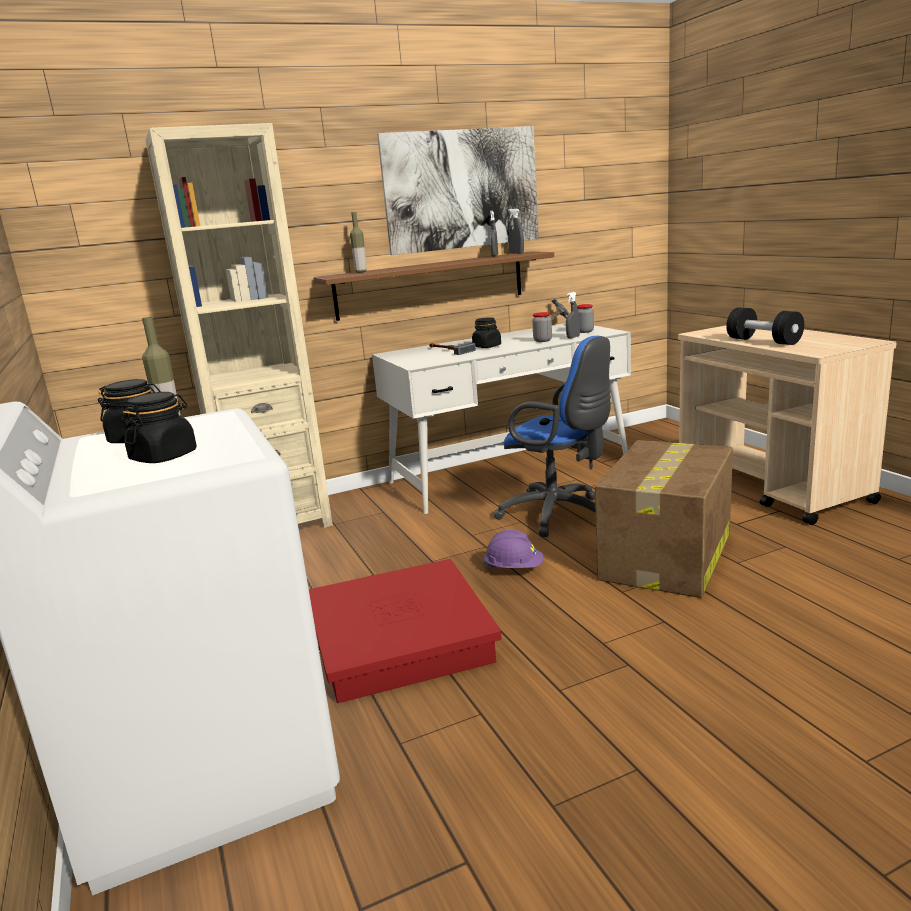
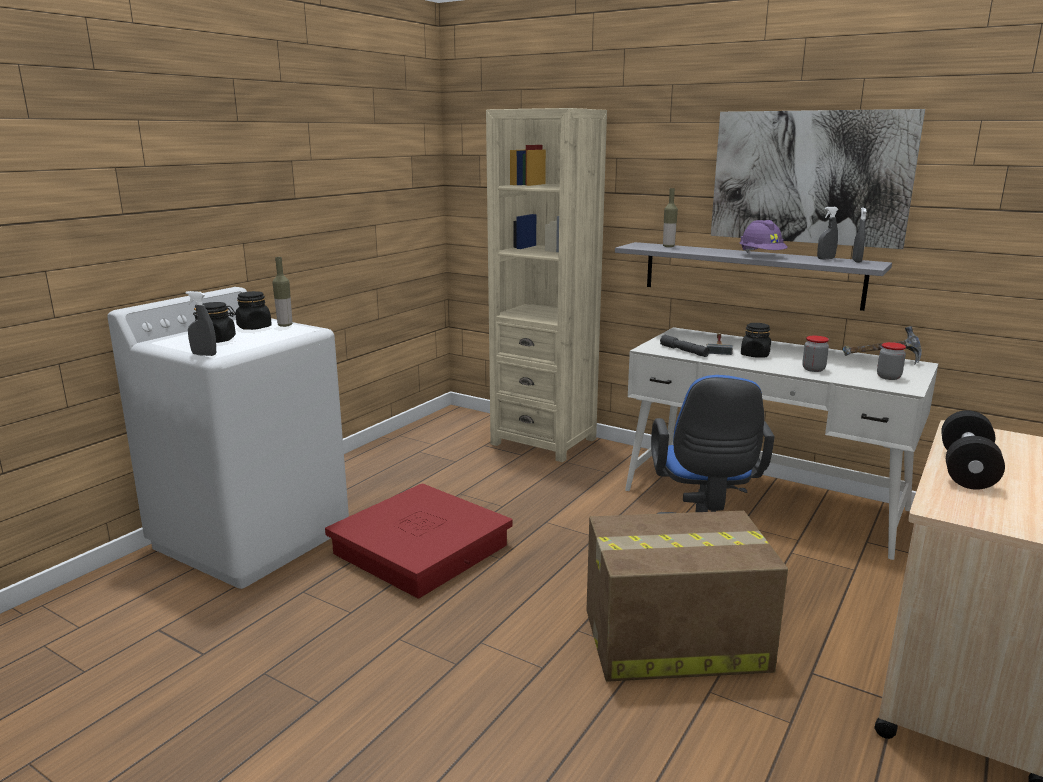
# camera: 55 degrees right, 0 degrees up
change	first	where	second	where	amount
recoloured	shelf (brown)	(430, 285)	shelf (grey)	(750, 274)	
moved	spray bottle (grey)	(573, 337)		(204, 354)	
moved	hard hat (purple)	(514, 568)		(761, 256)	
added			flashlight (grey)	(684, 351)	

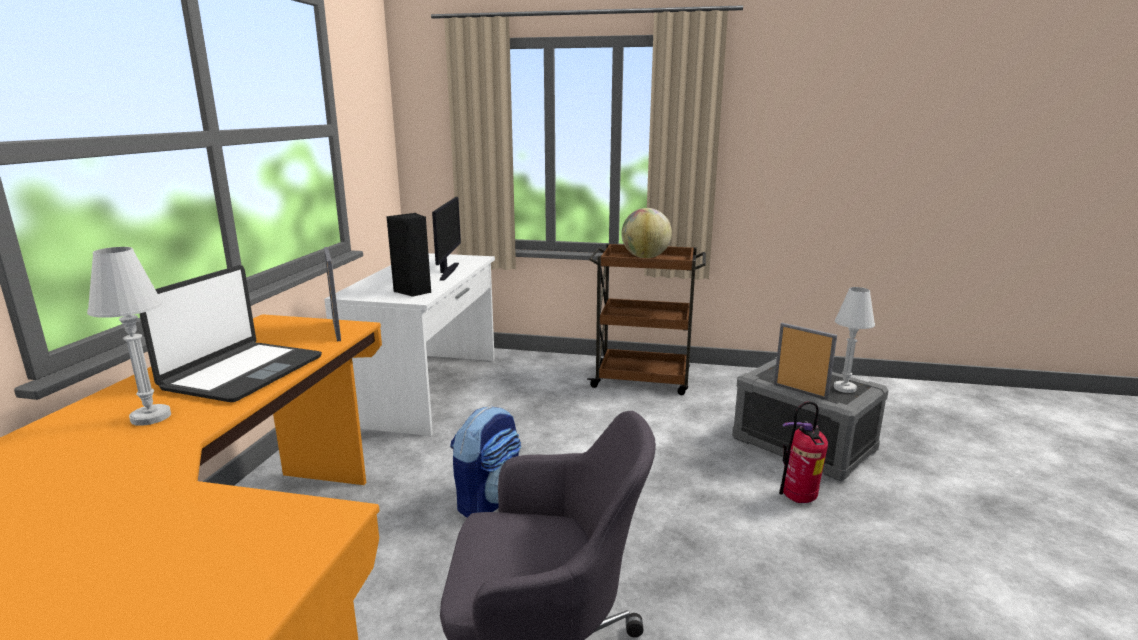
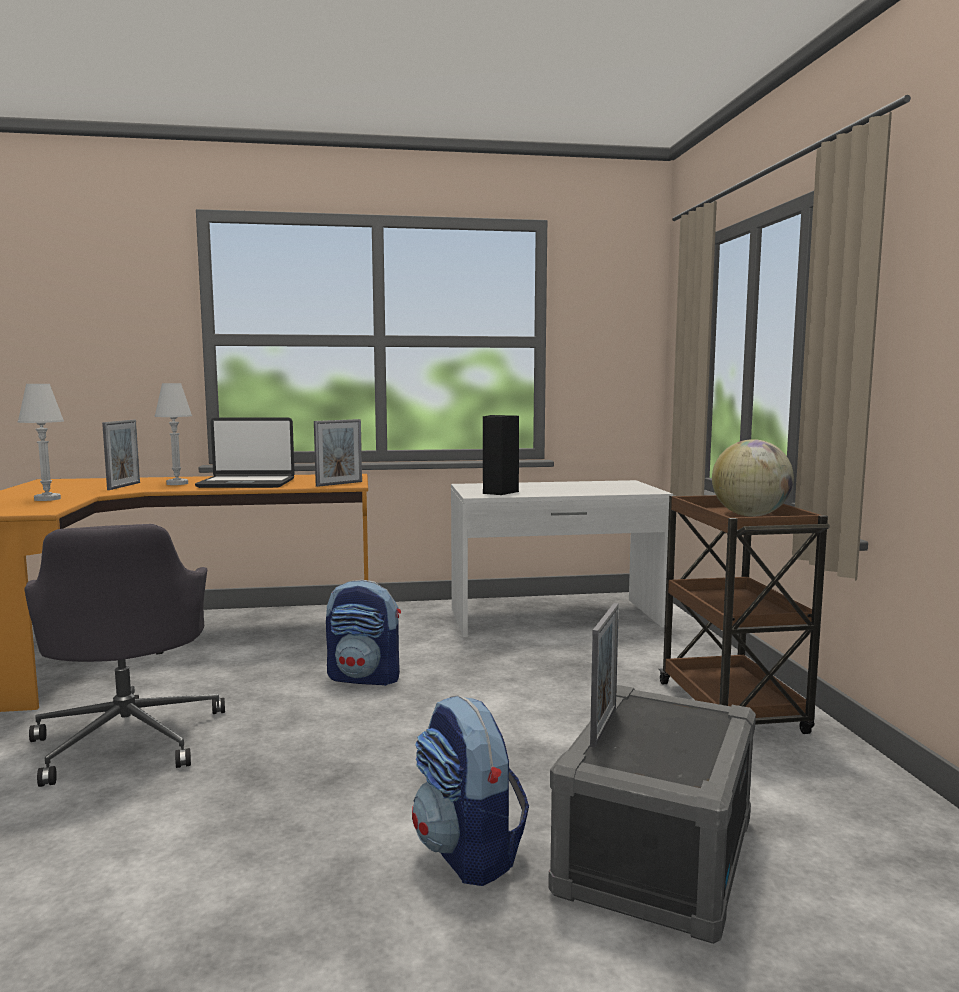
# camera: 70 degrees right, 10 degrees down
change	first	where	second	where	amount
removed	monitor	(447, 271)			
moved	table lamp (white)	(844, 388)		(47, 499)	
replaced	fire extinguisher	(798, 499)	backpack	(468, 853)	
added			picture frame	(124, 486)	

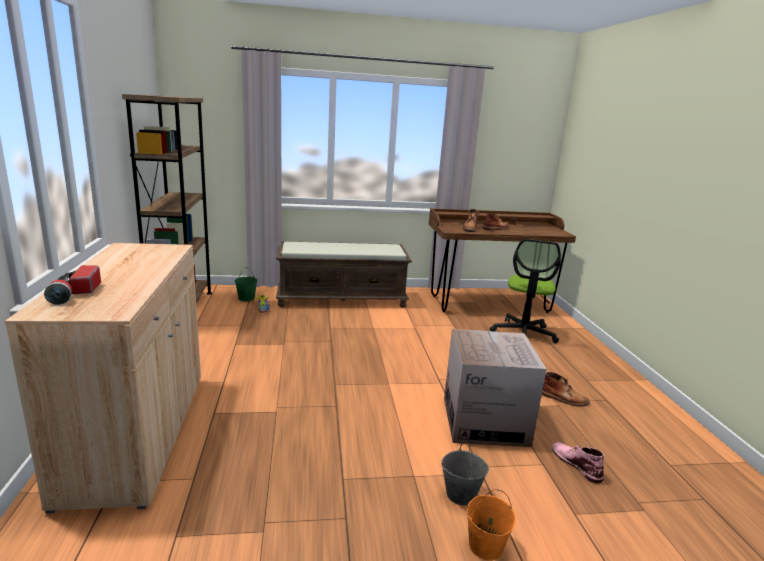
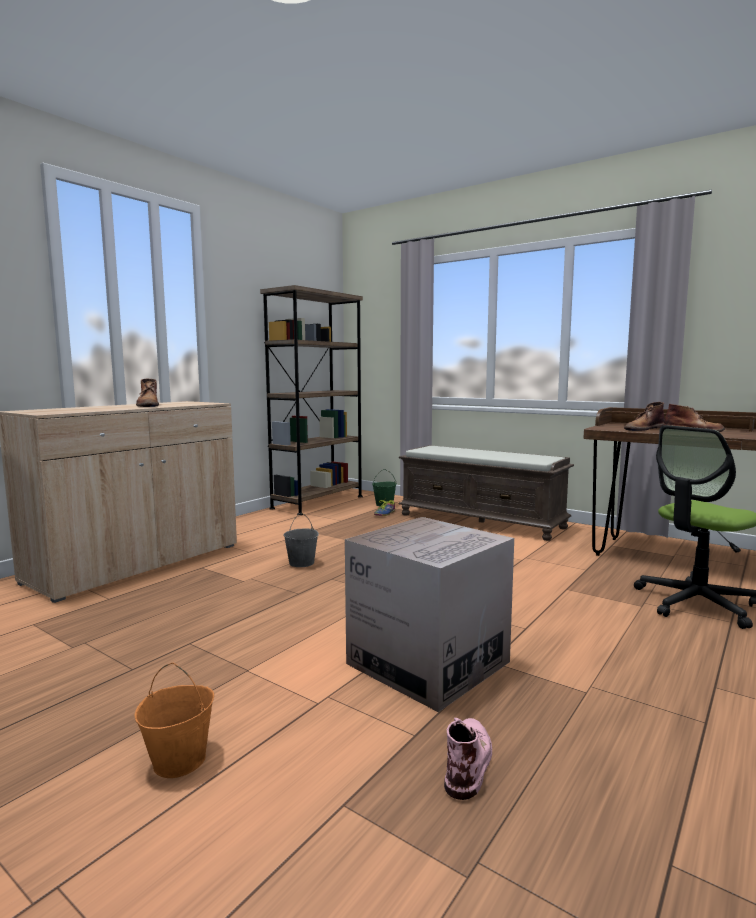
# camera: 45 degrees right, 10 degrees down
change	first	where	second	where	amount
removed	flashlight	(74, 293)			
moved	boot (brown)	(563, 398)		(148, 405)	
moved	bucket (grey)	(460, 494)		(301, 563)	

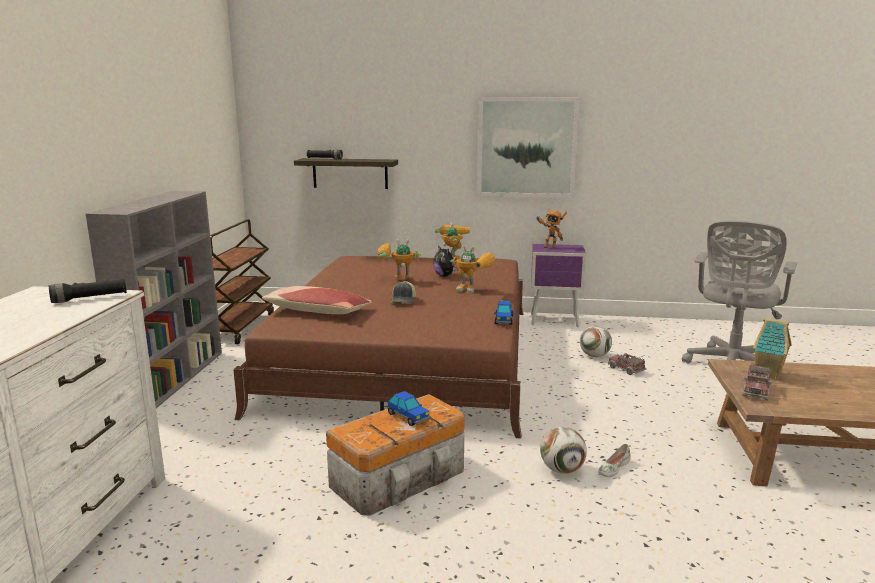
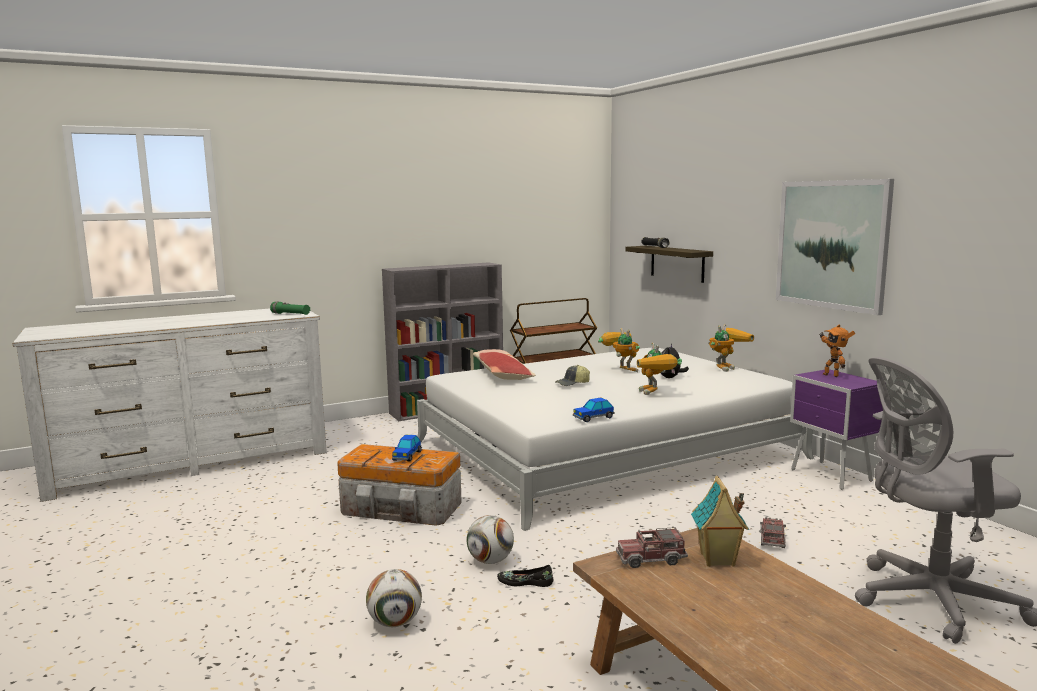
# camera: 55 degrees right, 5 degrees down
change	first	where	second	where	amount
recoloured	bed (brown)	(407, 356)	bed (white)	(605, 449)	
recoloured	flashlight (black)	(90, 298)	flashlight (green)	(290, 314)	
moved	football	(594, 355)		(395, 622)	
recoloured	shoe (white)	(613, 468)	shoe (black)	(525, 582)	

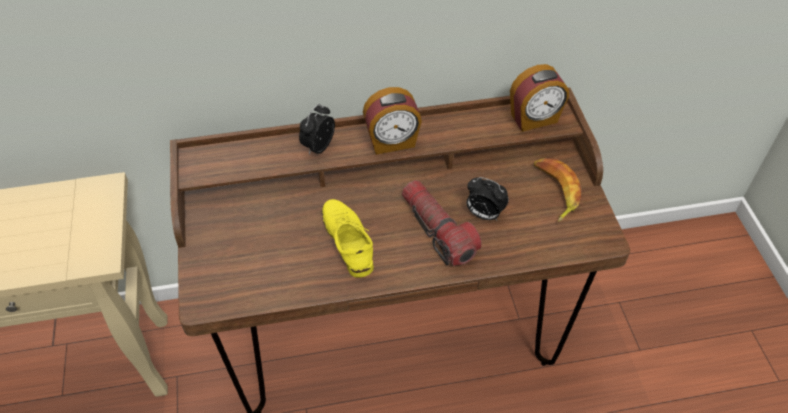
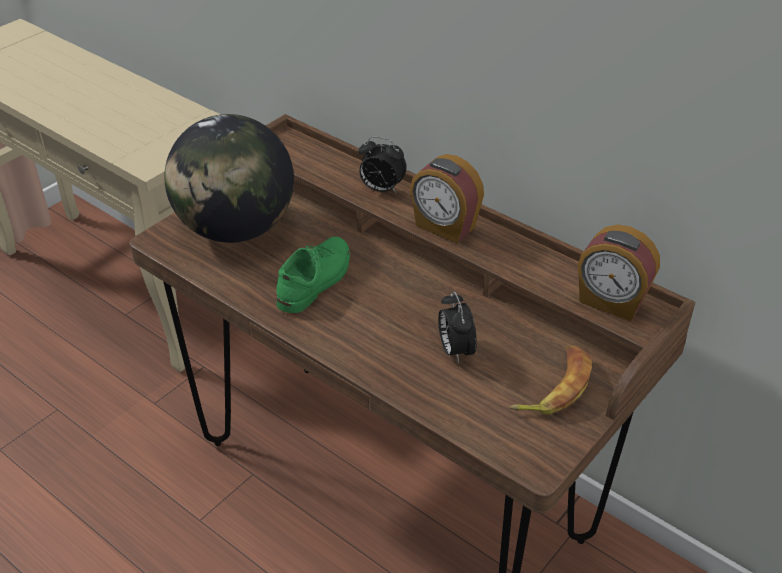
# camera: 50 degrees right, 10 degrees down
change	first	where	second	where	amount
turned	alarm clock	(318, 146)		(381, 189)	150 degrees counterclockwise
removed	flashlight	(437, 230)			
recoloured	shoe (yellow)	(348, 240)	shoe (green)	(315, 280)	
added			globe	(236, 229)	

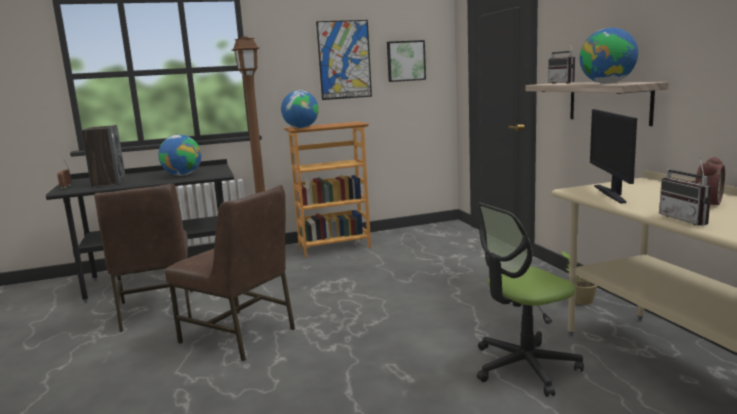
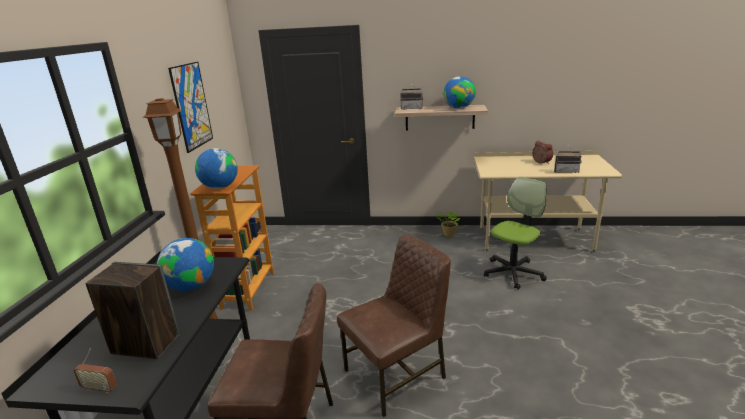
# camera: 65 degrees left, 10 degrees up
change	first	where	second	where	amount
removed	picture	(405, 61)			
removed	monitor	(611, 194)			
turned	office chair	(524, 367)		(513, 273)	135 degrees counterclockwise

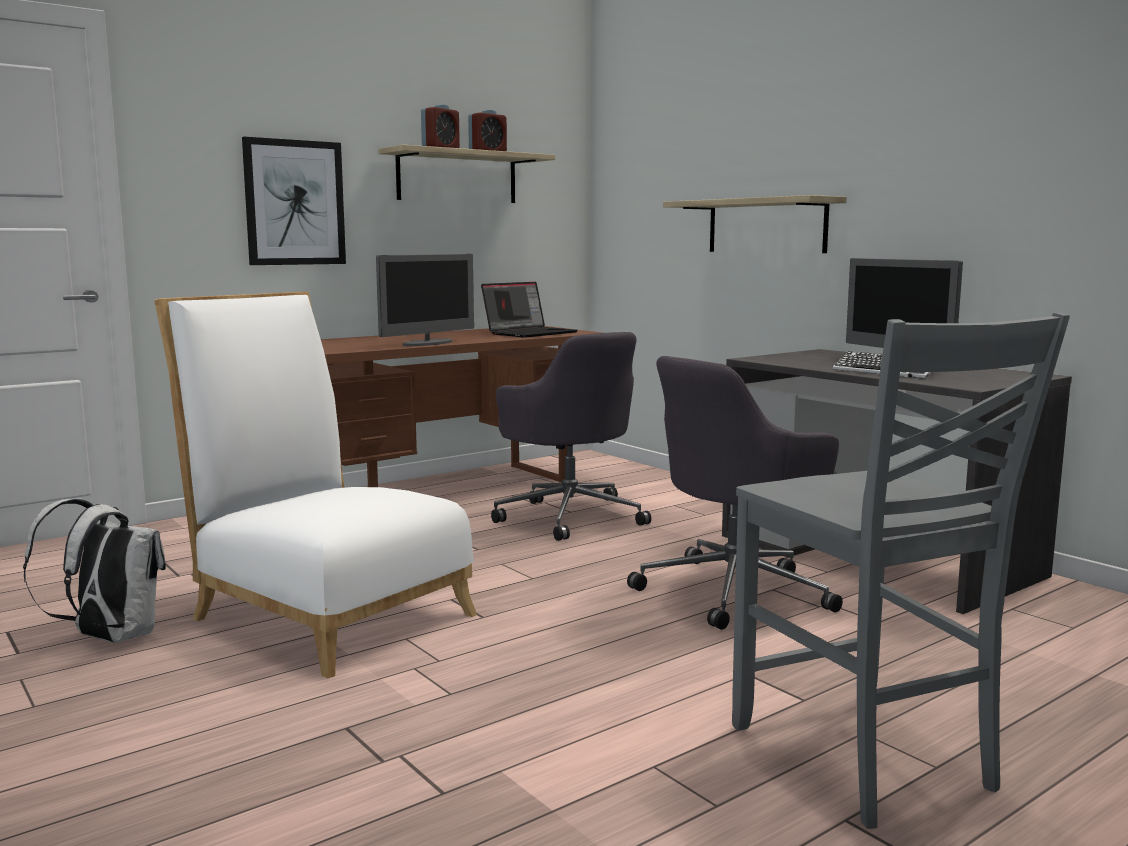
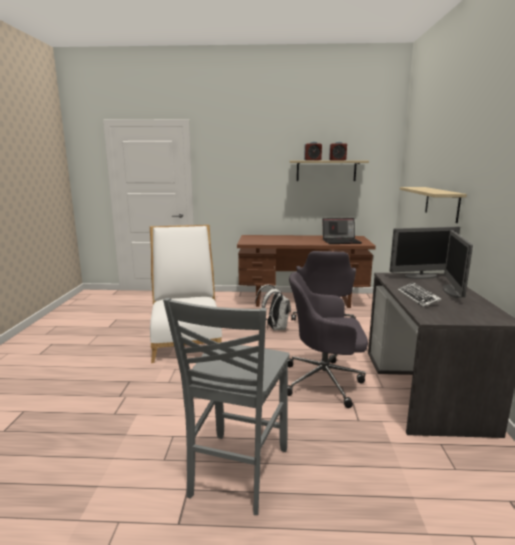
# camera: 40 degrees right, 5 degrees up
change	first	where	second	where	amount
removed	picture	(294, 203)			
moved	monitor	(428, 343)		(421, 276)	
moved	backpack (white)	(109, 638)		(275, 328)	

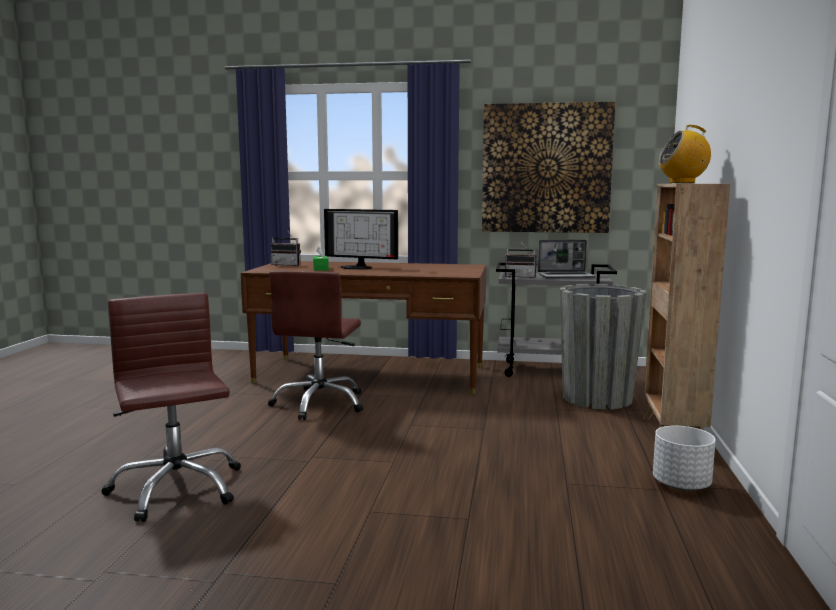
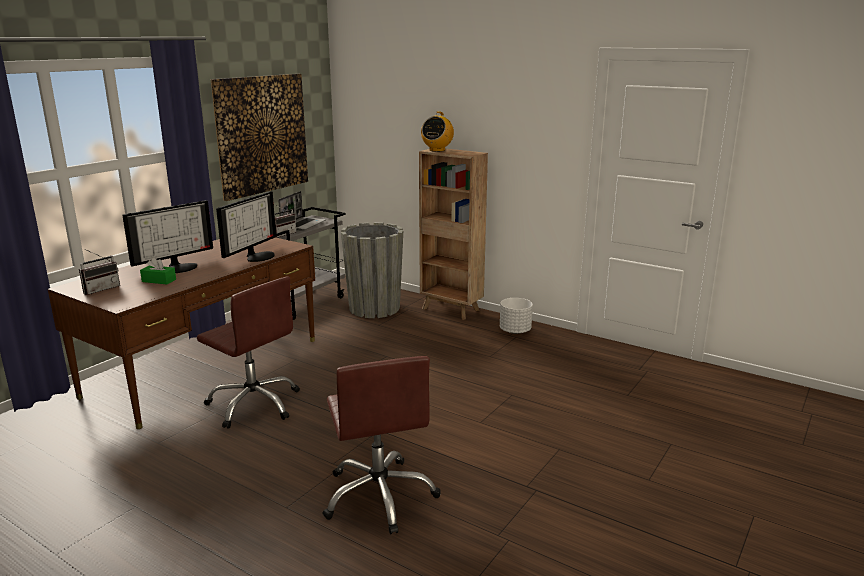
# camera: 65 degrees left, 10 degrees up
change	first	where	second	where	amount
turned	office chair (brown)	(176, 489)		(380, 495)	105 degrees counterclockwise
added			monitor	(258, 256)	

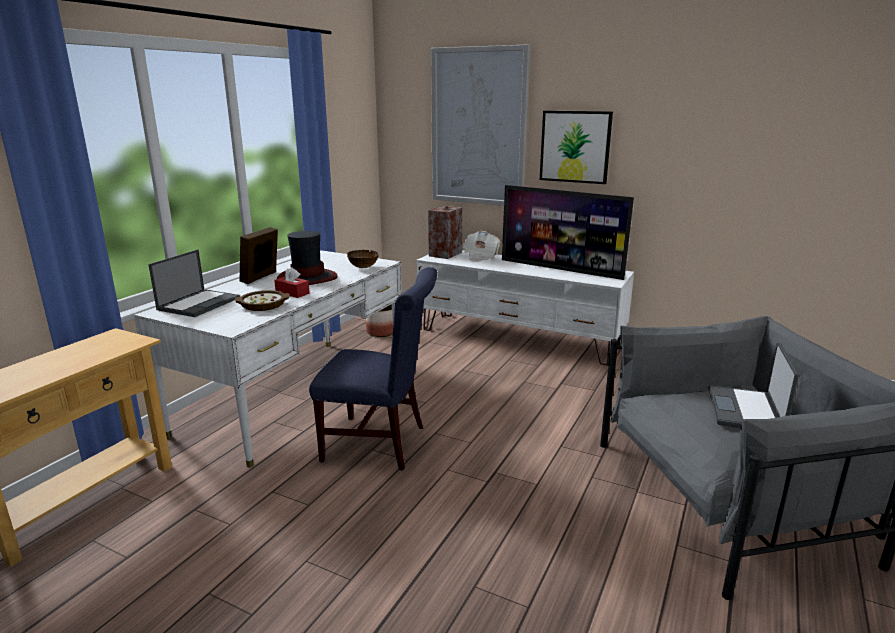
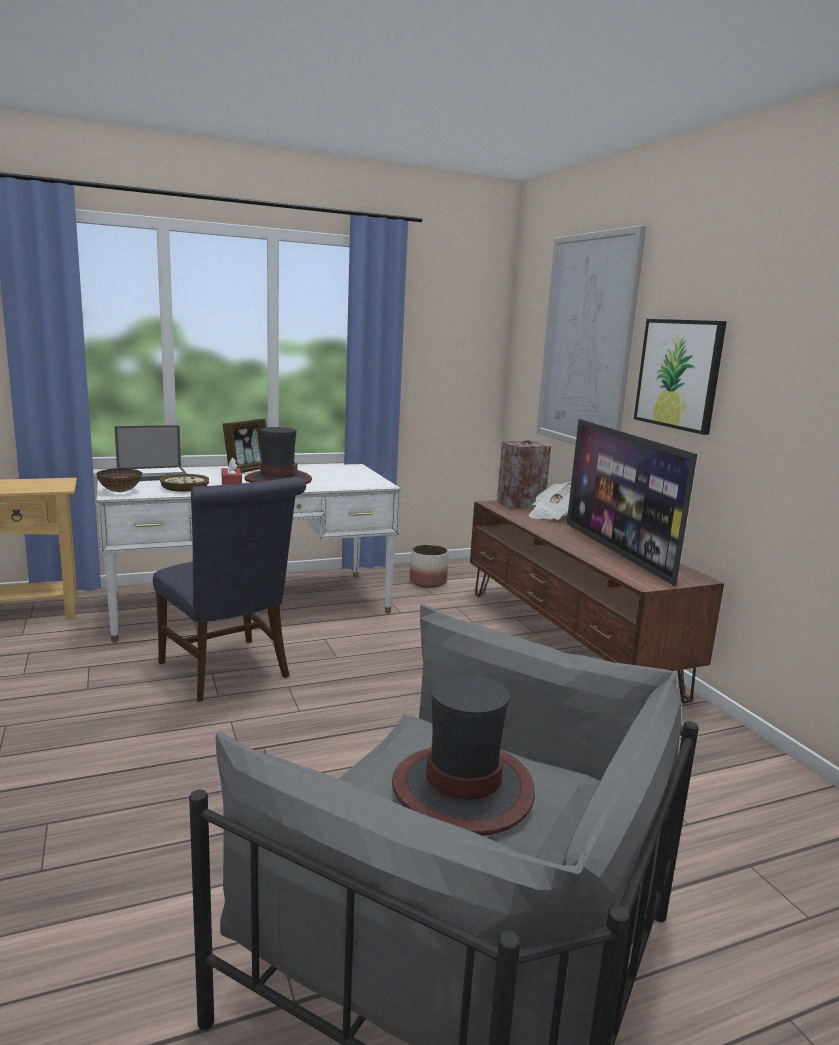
# camera: 40 degrees right, 5 degrees down
change	first	where	second	where	amount
turned	picture frame	(261, 278)		(248, 470)	150 degrees clockwise
moved	bowl	(363, 267)		(120, 491)	
recoloured	tv stand (white)	(519, 338)	tv stand (brown)	(567, 640)	
replaced	laptop	(746, 410)	hat	(463, 789)	

